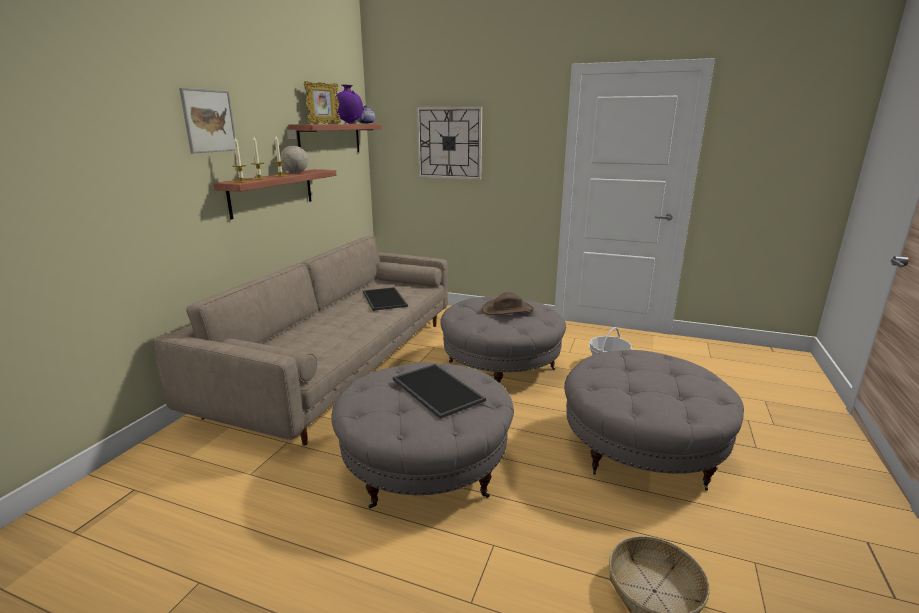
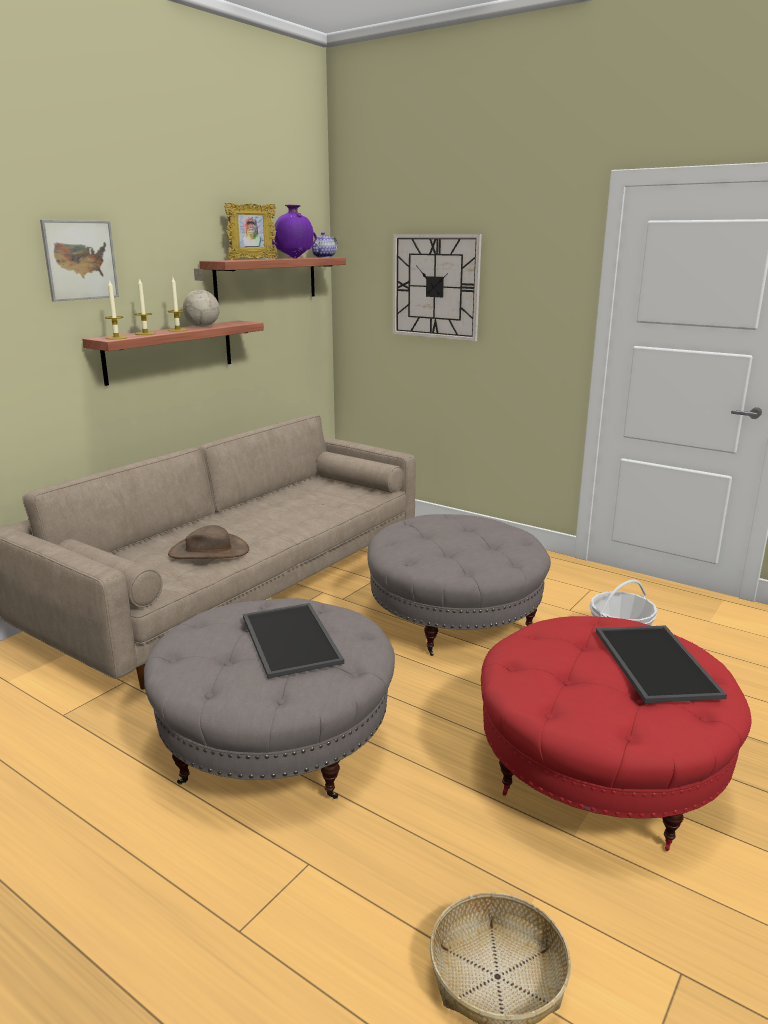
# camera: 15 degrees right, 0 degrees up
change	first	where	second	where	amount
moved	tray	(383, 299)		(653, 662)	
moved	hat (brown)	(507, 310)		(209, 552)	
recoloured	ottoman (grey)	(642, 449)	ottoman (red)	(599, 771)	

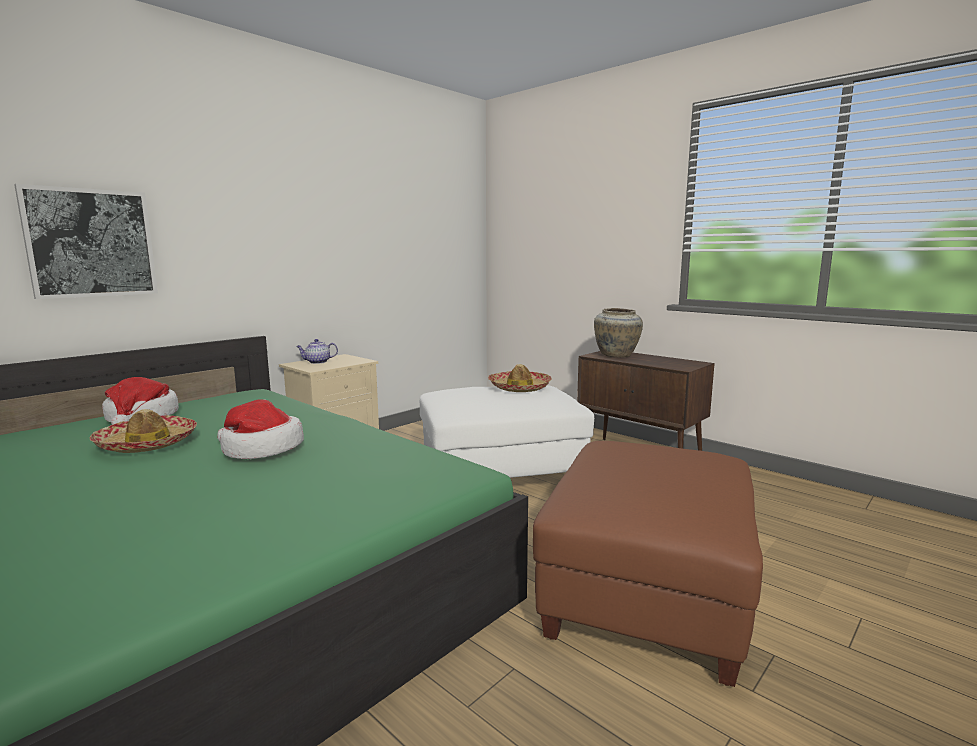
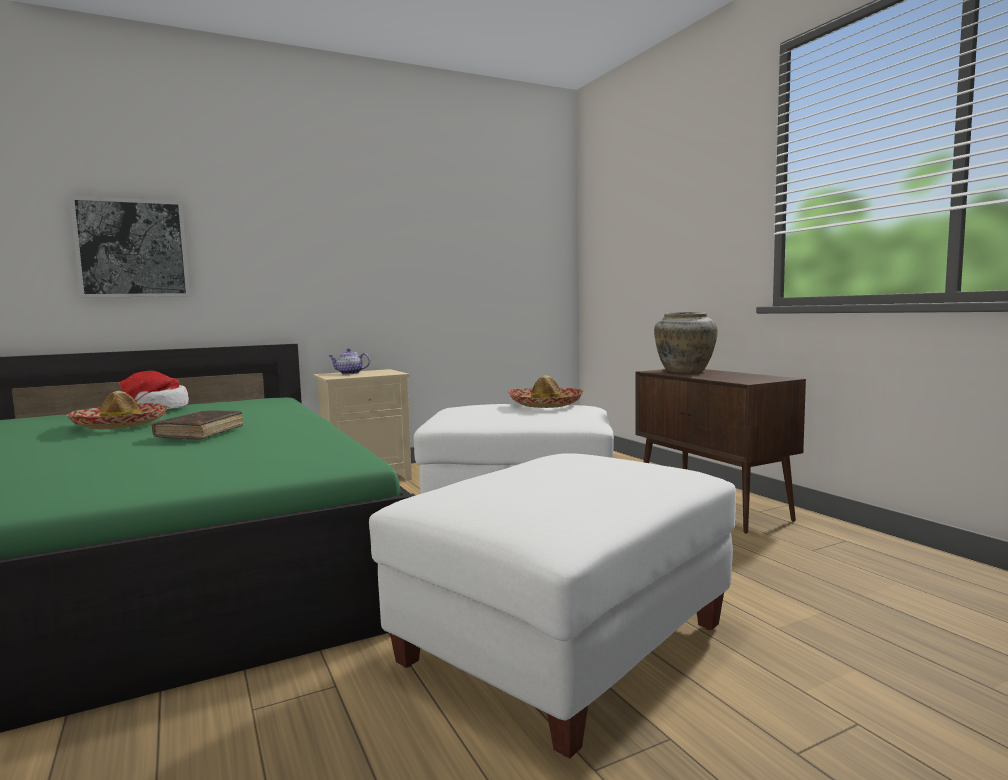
# camera: 20 degrees right, 5 degrees down
change	first	where	second	where	amount
replaced	hat	(261, 449)	book (brown)	(200, 433)	
recoloured	ottoman (brown)	(647, 596)	ottoman (white)	(565, 646)	

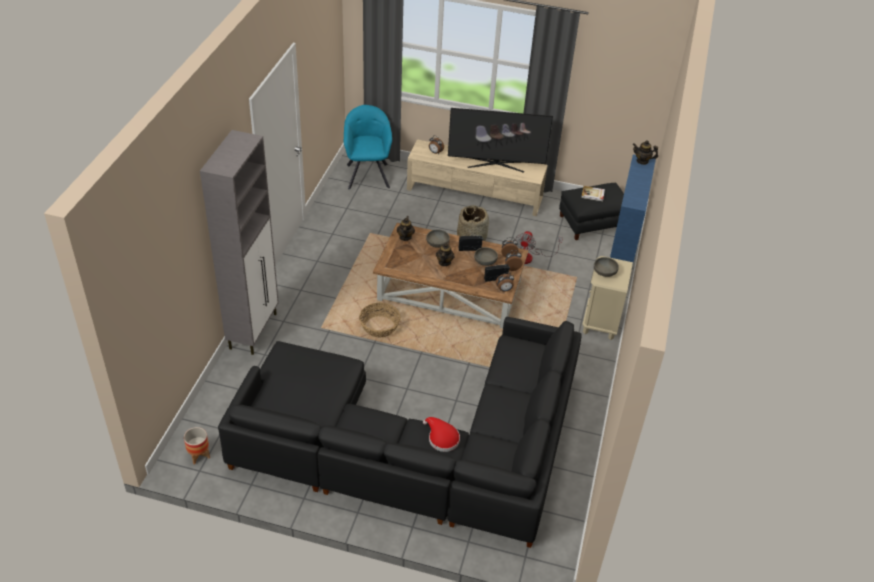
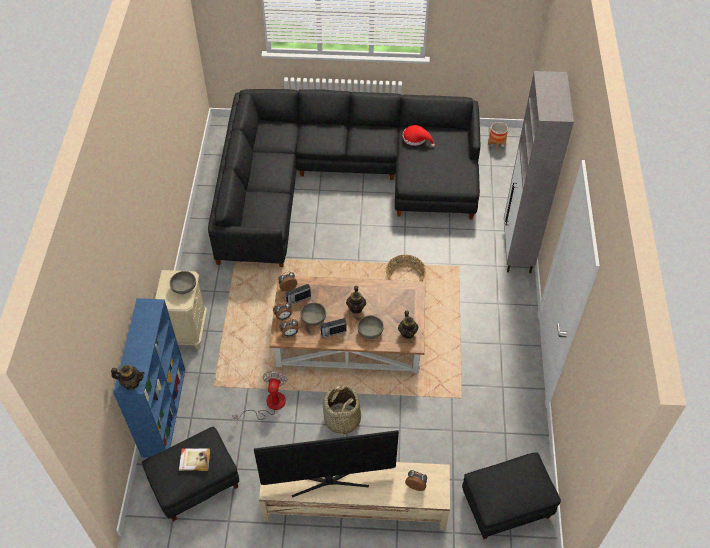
# camera: 170 degrees right, 10 degrees up
change	first	where	second	where	amount
replaced	armchair (turquoise)	(367, 174)	ottoman (black)	(506, 505)	
moved	hat (red)	(441, 438)		(416, 138)	

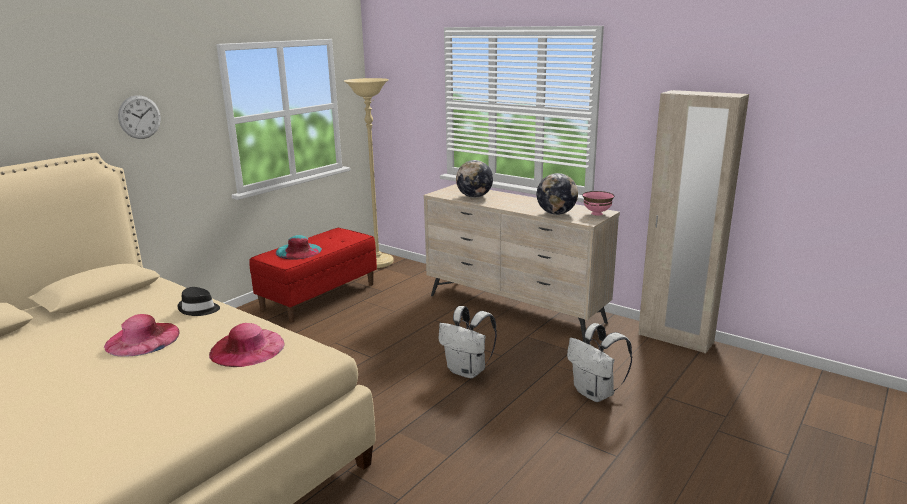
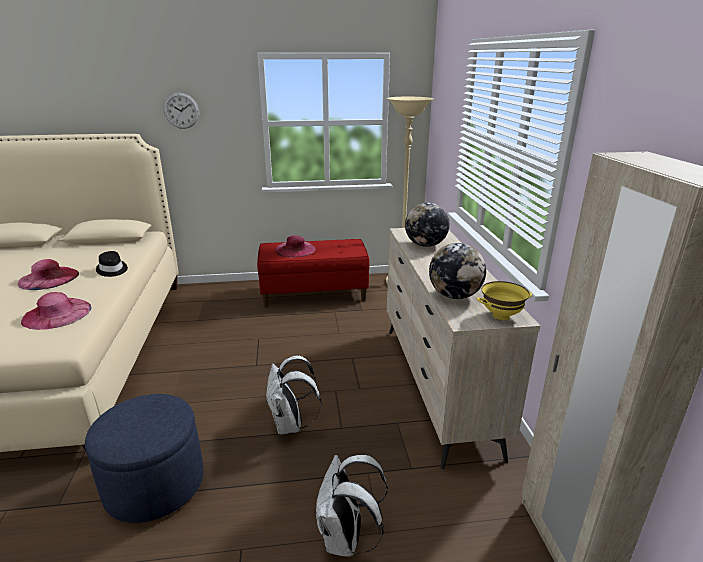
# camera: 45 degrees right, 5 degrees up
change	first	where	second	where	amount
recoloured	bowl (pink)	(596, 213)	bowl (yellow)	(501, 315)	
recoloured	hat (turquoise)	(298, 251)	hat (pink)	(295, 249)	
added			ottoman (blue)	(155, 484)	

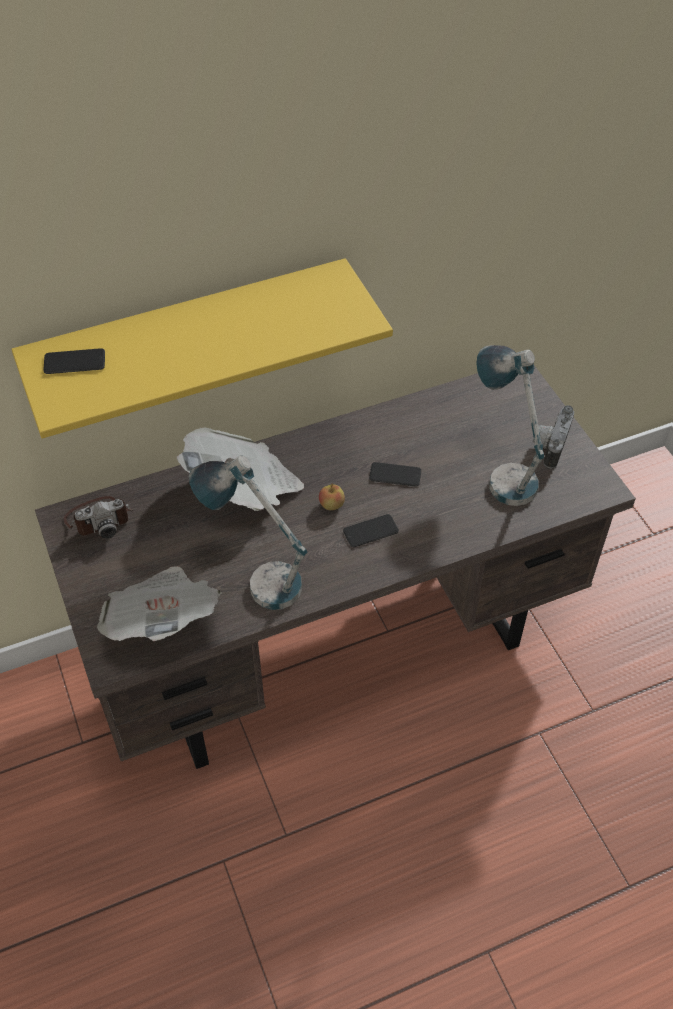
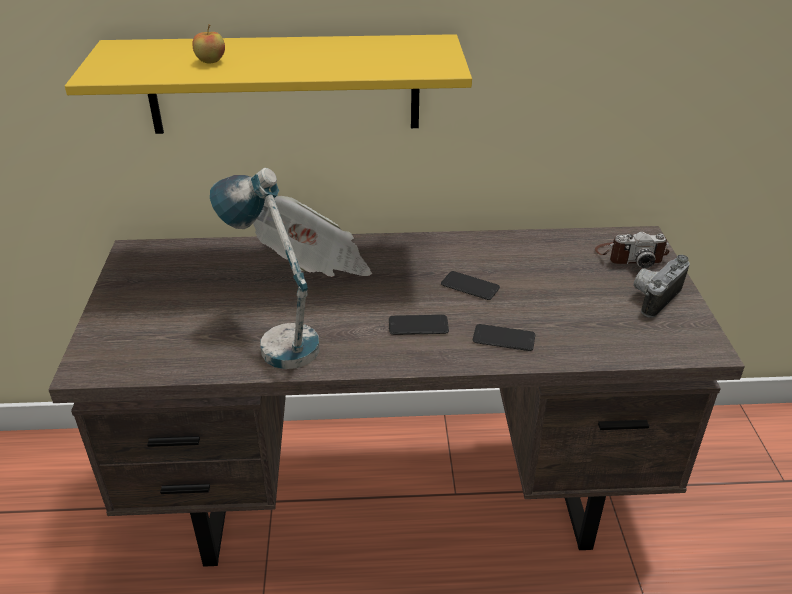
# camera: 20 degrees right, 15 degrees down
change	first	where	second	where	amount
removed	table lamp	(502, 471)			
moved	phone	(74, 362)		(503, 338)	
moved	apple	(331, 505)		(210, 61)	
moved	photo camera	(99, 518)		(630, 256)	
removed	newspaper	(163, 621)			

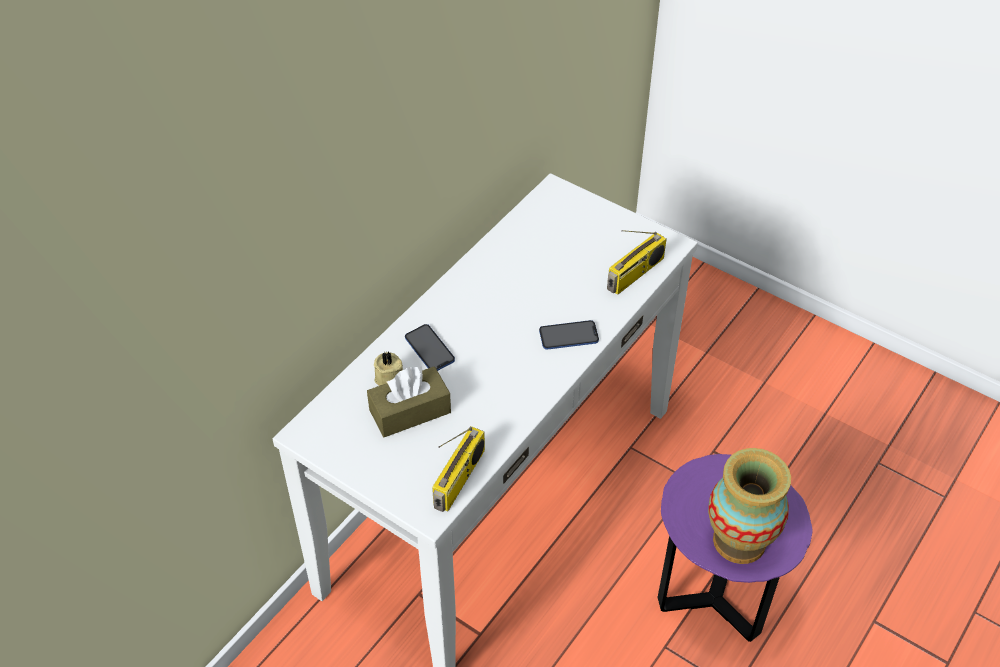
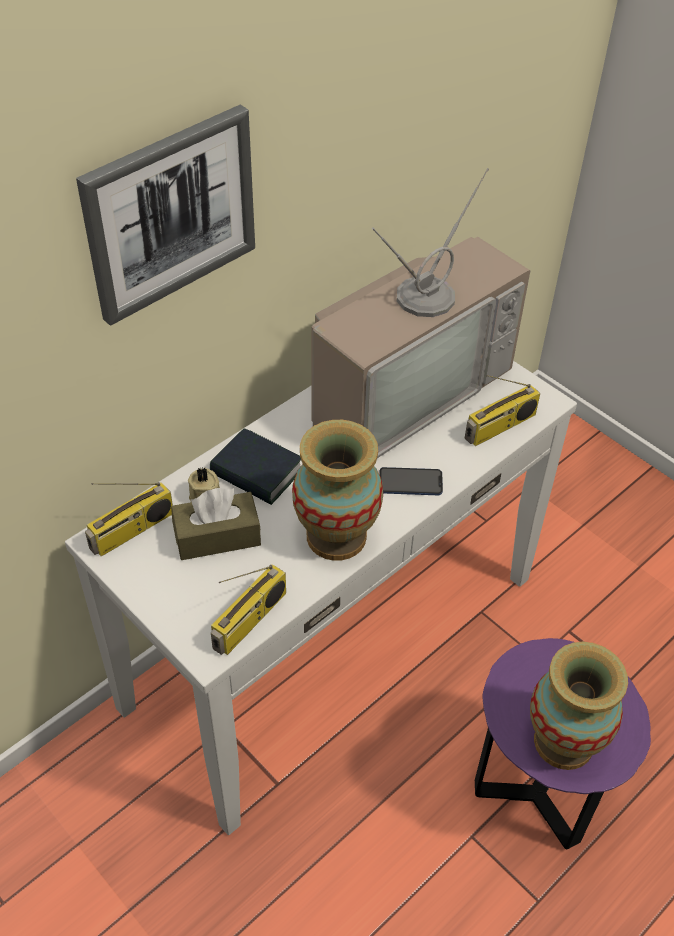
# camera: 10 degrees right, 0 degrees up
change	first	where	second	where	amount
replaced	phone	(429, 349)	book	(257, 473)	
added			picture	(170, 213)	
added			television	(405, 388)	
added			vase	(336, 536)	
added			radio	(132, 531)	

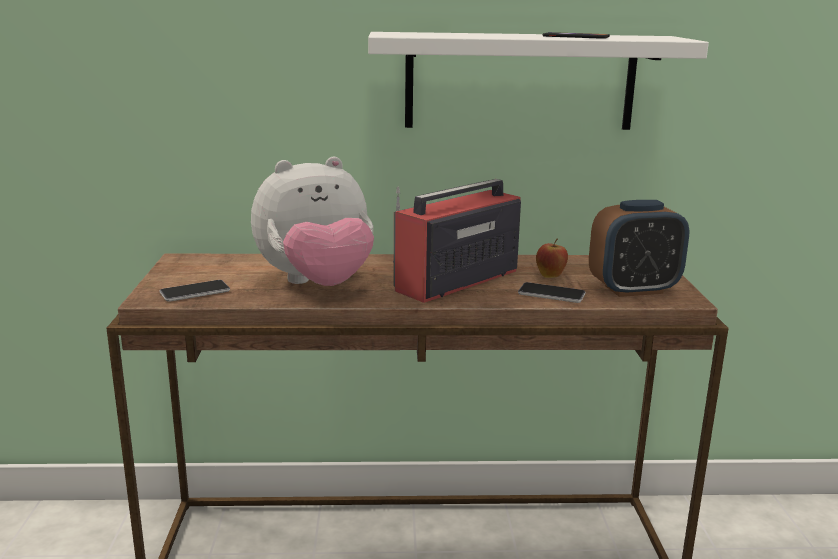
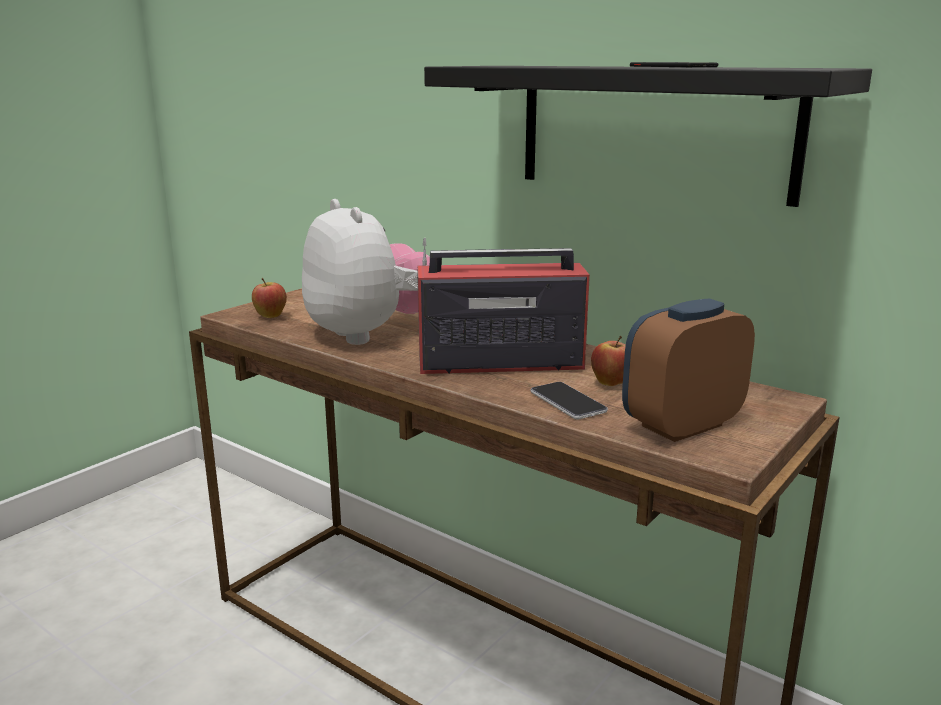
# camera: 40 degrees right, 0 degrees up
change	first	where	second	where	amount
recoloured	shelf (white)	(520, 81)	shelf (black)	(653, 130)	
turned	plush toy	(317, 284)		(369, 334)	135 degrees counterclockwise
turned	alarm clock	(633, 289)		(681, 425)	120 degrees clockwise
replaced	phone	(195, 292)	apple	(270, 317)	

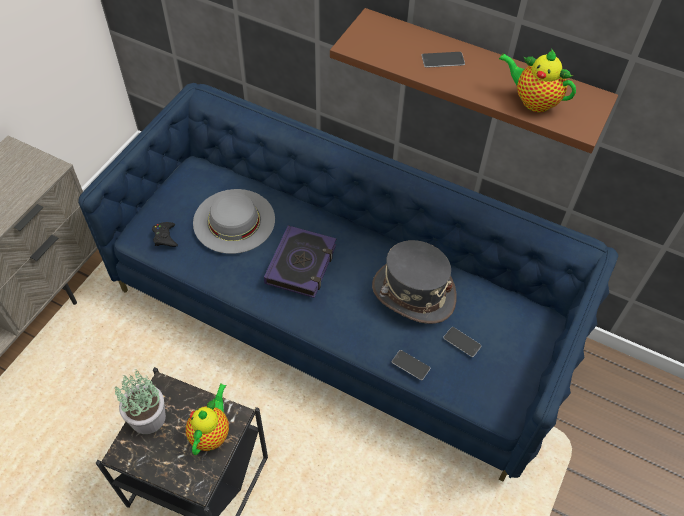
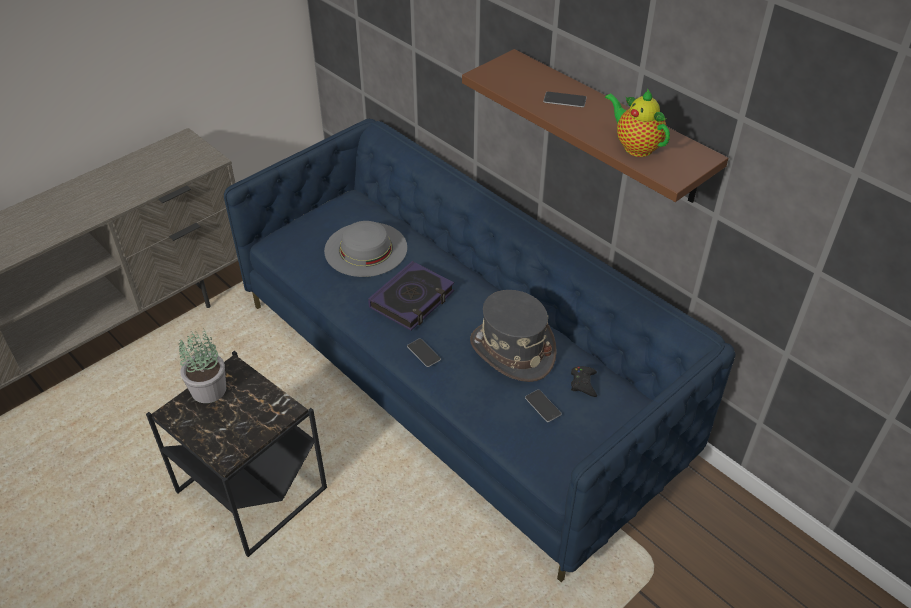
# camera: 20 degrees right, 10 degrees down
change	first	where	second	where	amount
moved	game controller (black)	(165, 237)		(583, 383)	
moved	phone	(410, 365)		(423, 353)	
removed	teapot	(211, 433)			

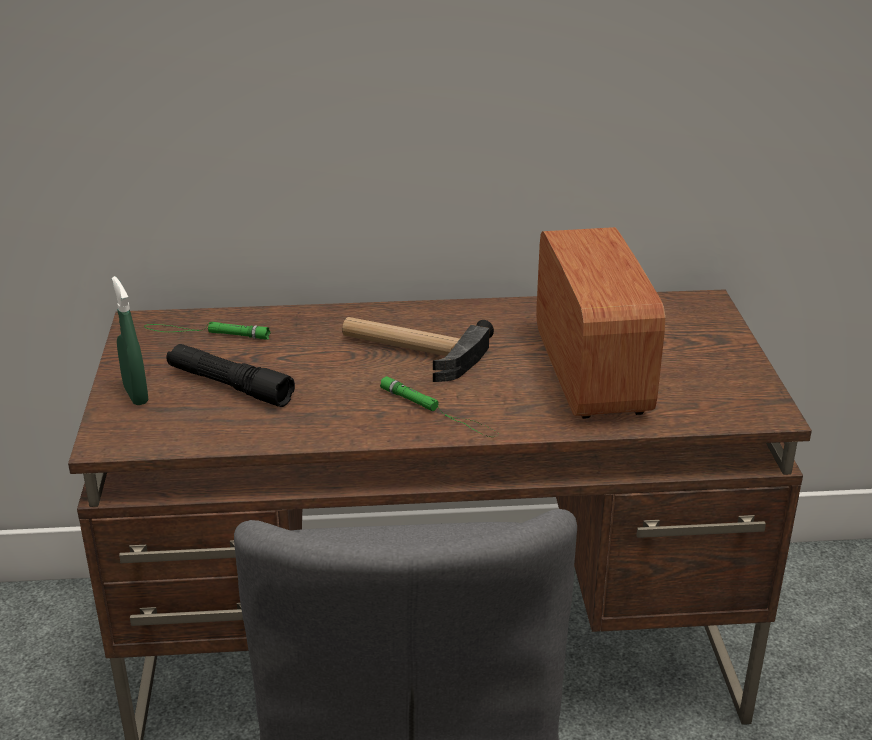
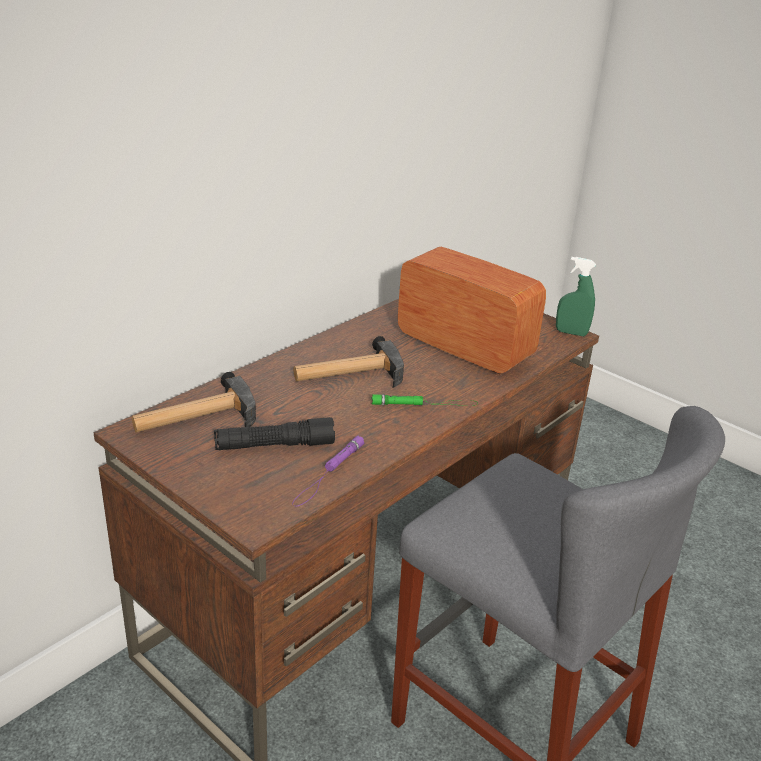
# camera: 45 degrees left, 0 degrees up
change	first	where	second	where	amount
moved	spray bottle (green)	(136, 395)		(571, 333)	
replaced	flashlight (green)	(206, 332)	hammer	(194, 418)	
added			flashlight (purple)	(328, 474)	

